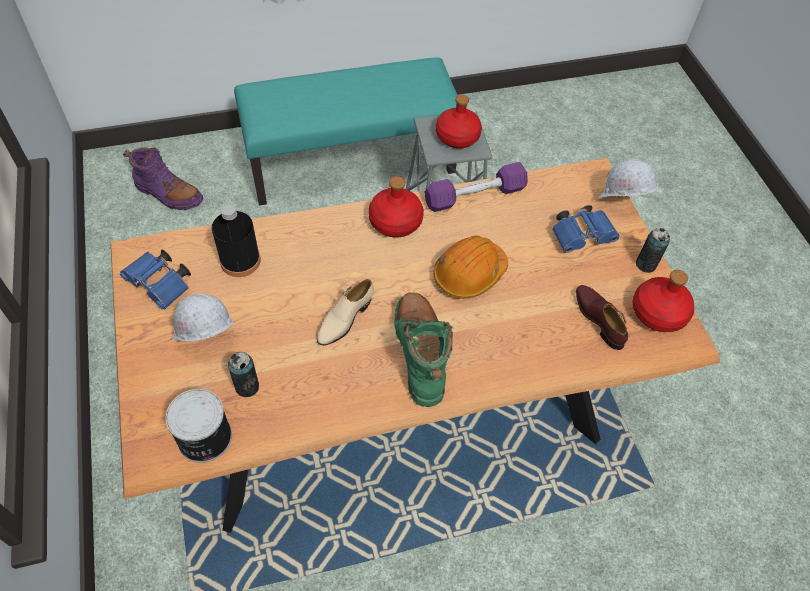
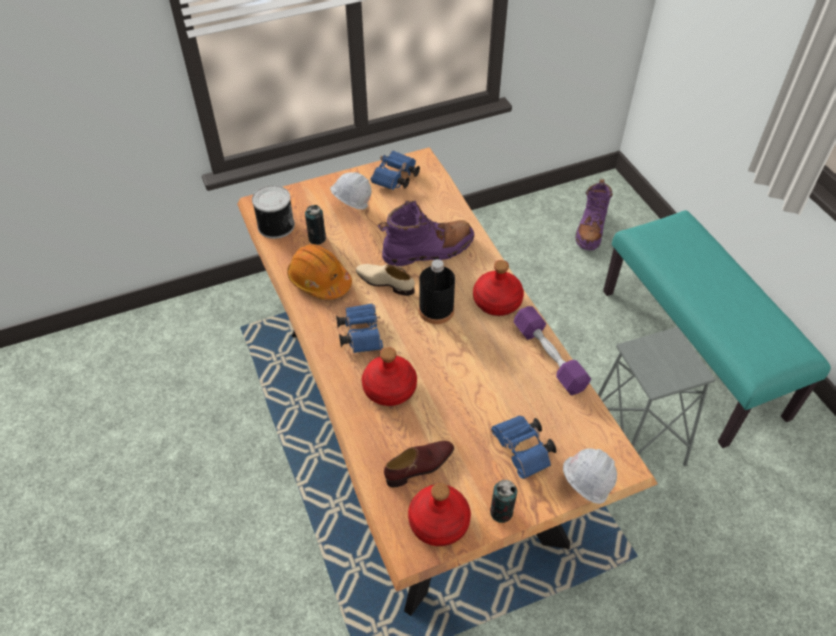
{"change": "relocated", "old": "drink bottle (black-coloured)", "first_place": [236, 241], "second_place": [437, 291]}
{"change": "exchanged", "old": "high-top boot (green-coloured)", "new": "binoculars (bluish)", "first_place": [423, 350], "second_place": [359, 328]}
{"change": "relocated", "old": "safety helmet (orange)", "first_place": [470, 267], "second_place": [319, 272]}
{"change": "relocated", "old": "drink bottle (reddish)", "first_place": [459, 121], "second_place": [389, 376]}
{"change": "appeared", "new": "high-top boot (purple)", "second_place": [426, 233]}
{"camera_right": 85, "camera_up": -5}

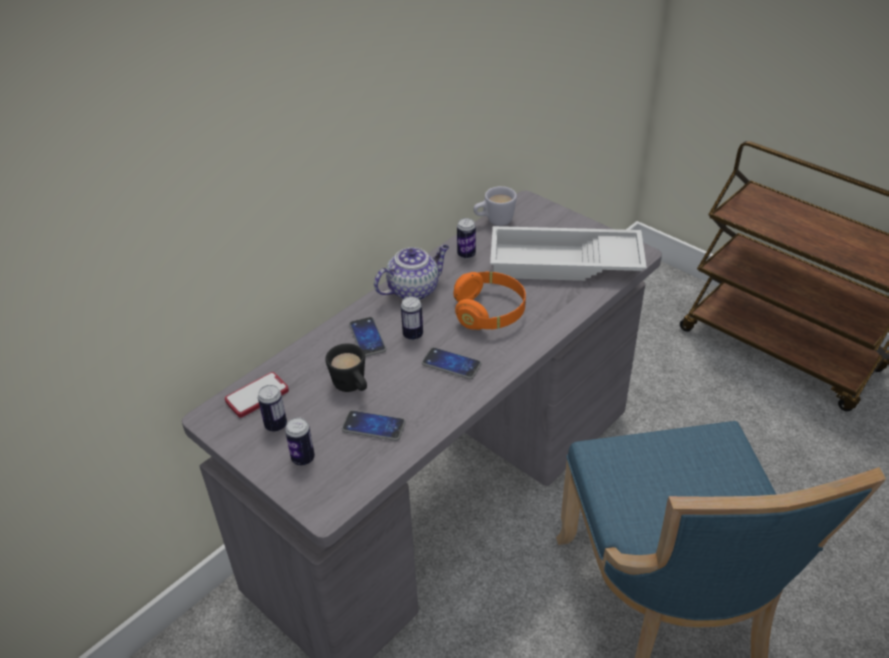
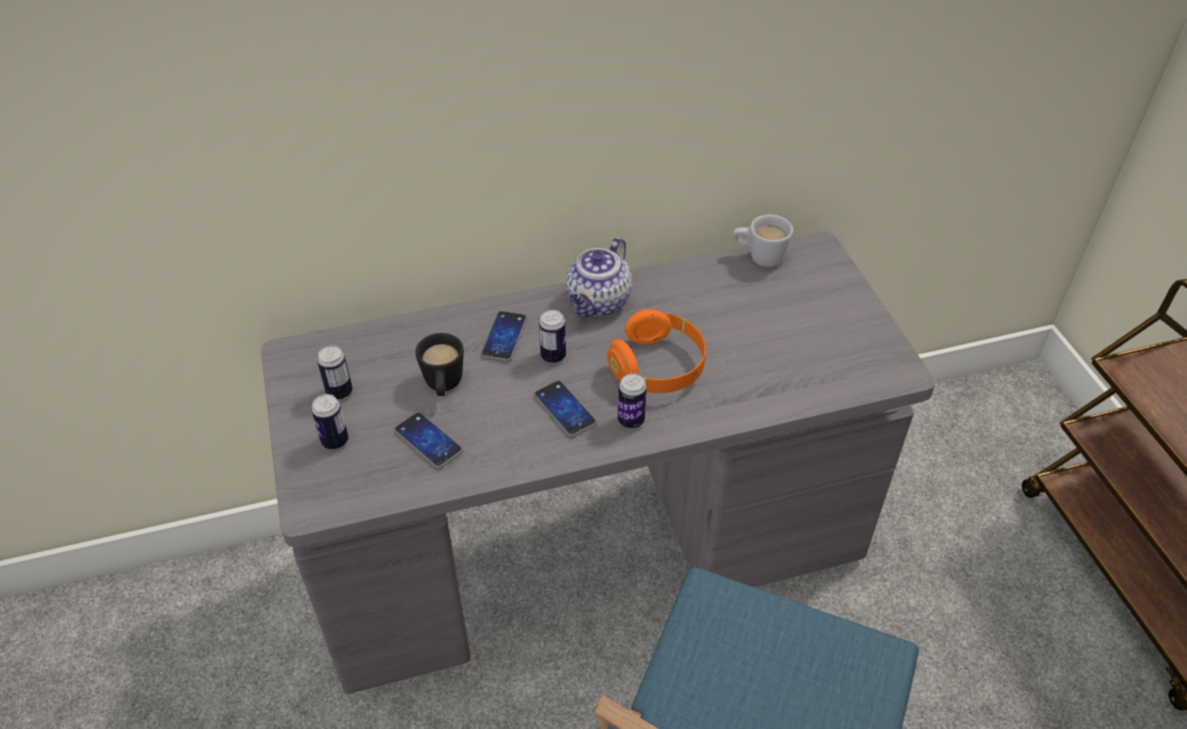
{"change": "missing", "old": "handset", "first_place": [257, 395]}
{"change": "spun", "old": "pot for tea", "first_place": [411, 272], "second_place": [599, 277], "degrees": 120}
{"change": "relocated", "old": "sealed can", "first_place": [466, 238], "second_place": [632, 400]}
{"change": "missing", "old": "carrying tray (whitish)", "first_place": [568, 253]}
{"camera_right": 30, "camera_up": 5}

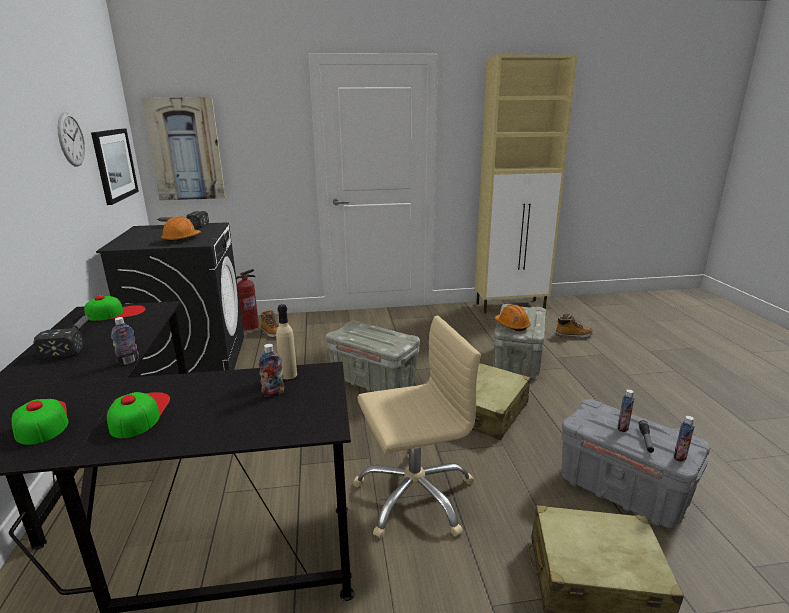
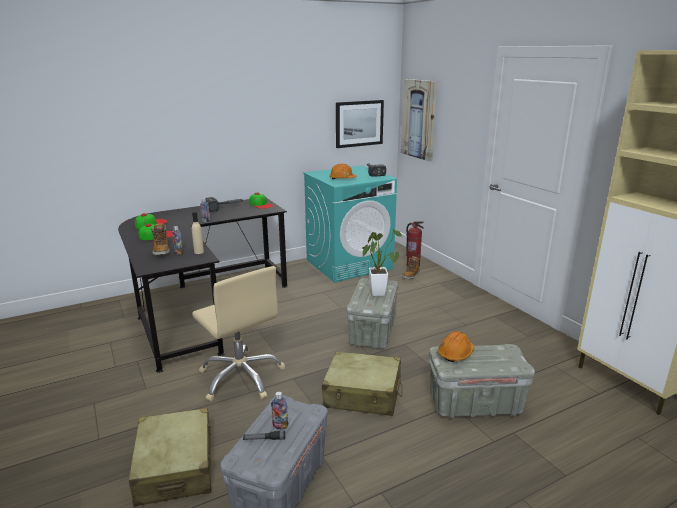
{"change": "missing", "old": "clock on the wall", "first_place": [71, 139]}
{"change": "colour", "old": "washing machine (black-coloured)", "new": "washing machine (blue-green)", "first_place": [170, 300], "second_place": [350, 223]}
{"change": "relocated", "old": "high-top boot", "first_place": [574, 325], "second_place": [160, 239]}
{"change": "missing", "old": "drink bottle", "first_place": [684, 439]}
{"change": "appeared", "new": "plant in a pot", "second_place": [382, 262]}
{"camera_right": 70, "camera_up": 0}

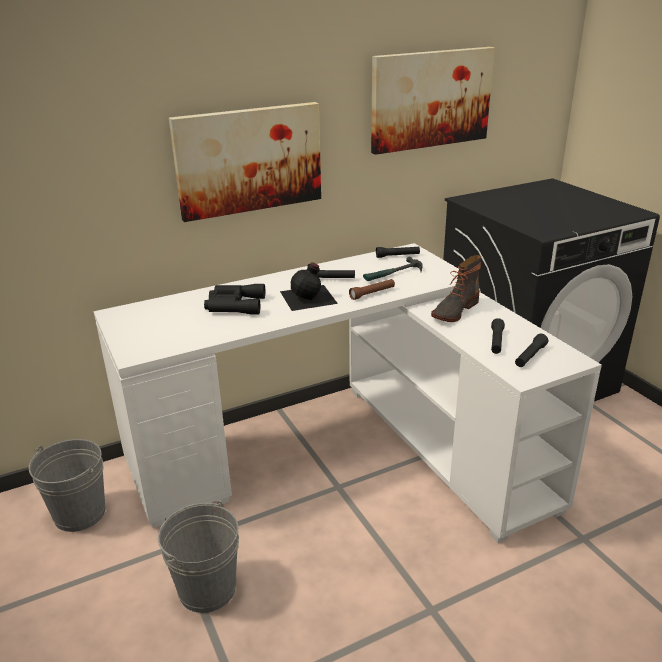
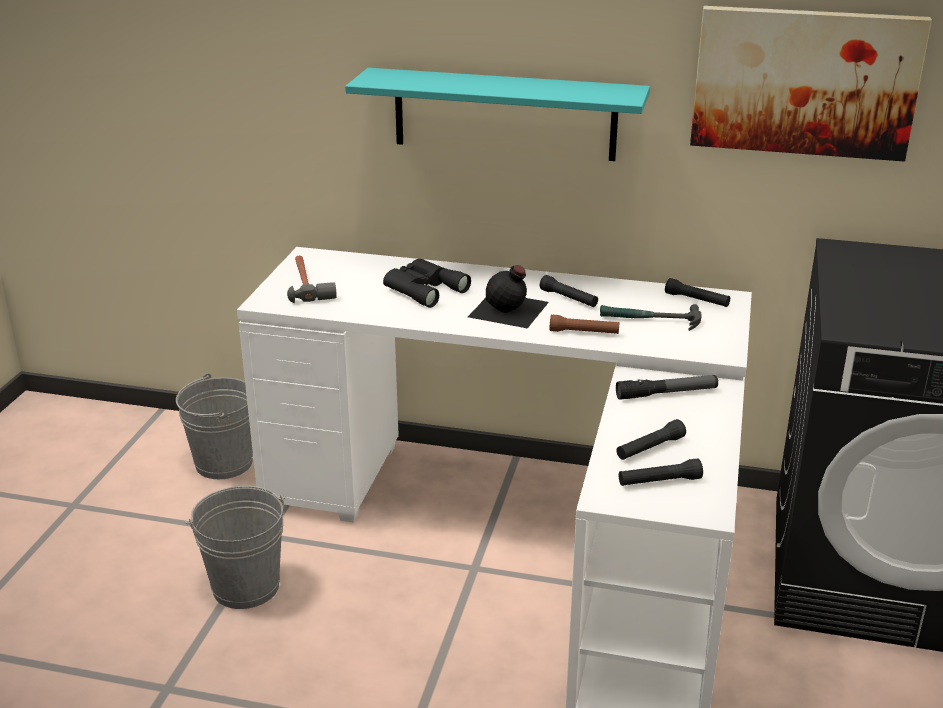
{"change": "exchanged", "old": "wall picture", "new": "wall shelf (blue-green)", "first_place": [245, 162], "second_place": [497, 114]}
{"change": "exchanged", "old": "high-top boot", "new": "torch", "first_place": [456, 288], "second_place": [667, 387]}
{"change": "appeared", "new": "tool hammer", "second_place": [312, 279]}
{"camera_right": 40, "camera_up": 0}

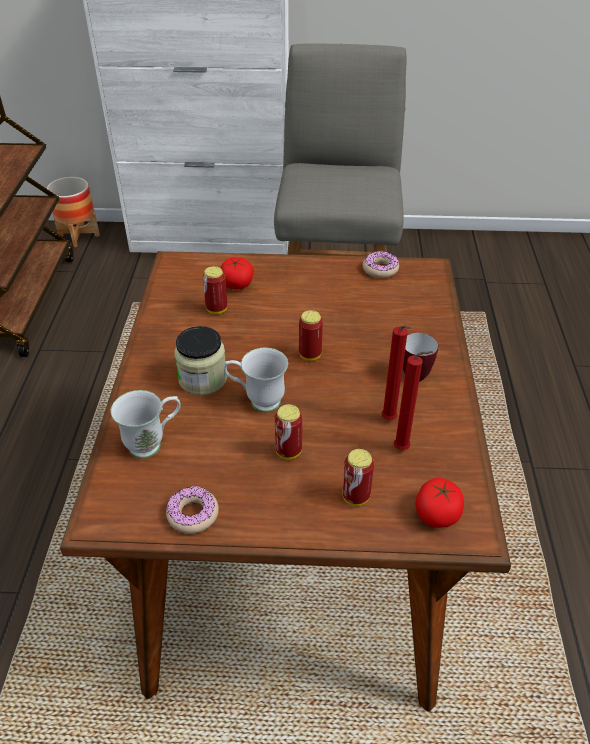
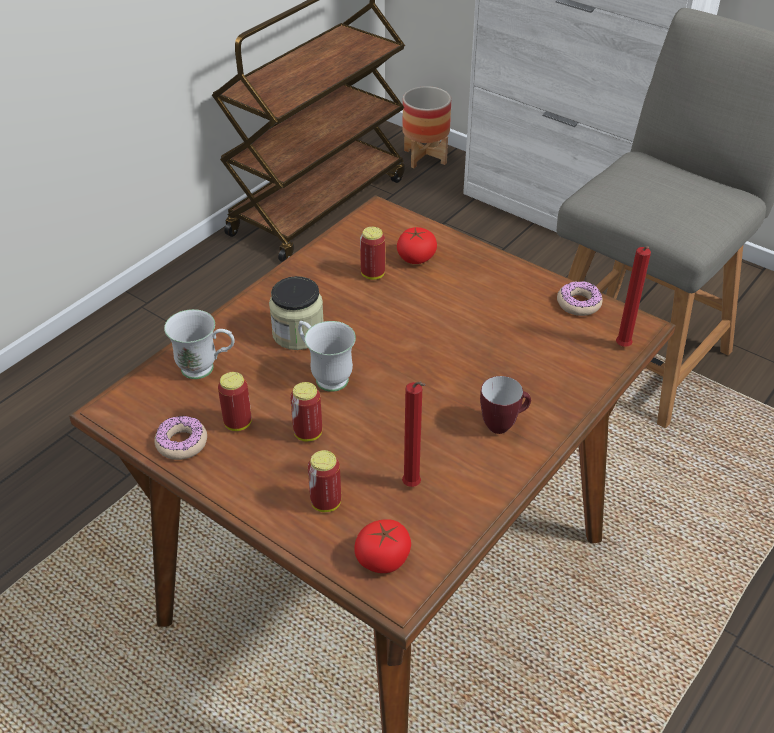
{"change": "relocated", "old": "sealed can", "first_place": [311, 335], "second_place": [235, 401]}
{"change": "relocated", "old": "candle (reddish)", "first_place": [396, 372], "second_place": [633, 296]}
{"camera_right": 35, "camera_up": 0}

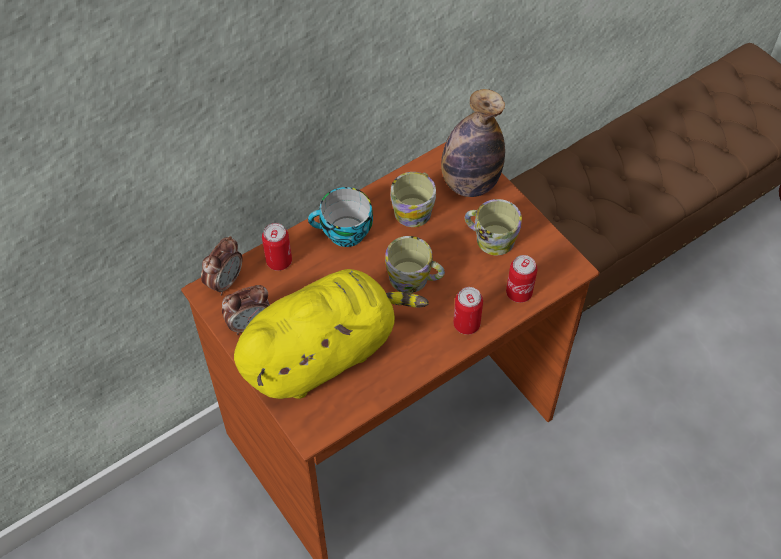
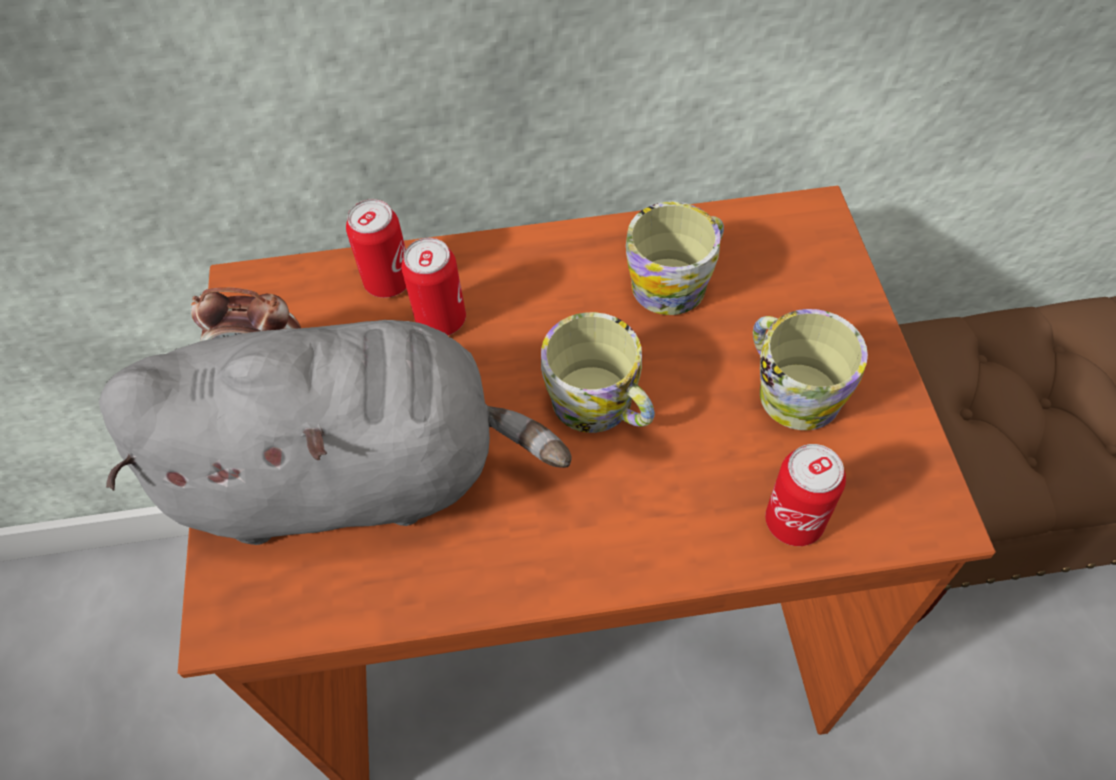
{"change": "missing", "old": "alarm clock", "first_place": [222, 266]}
{"change": "colour", "old": "cuddly toy (yellow)", "new": "cuddly toy (greyish)", "first_place": [331, 334], "second_place": [335, 432]}
{"change": "missing", "old": "small cup", "first_place": [340, 217]}
{"change": "missing", "old": "drink bottle", "first_place": [473, 143]}
{"change": "relocated", "old": "sealed can", "first_place": [468, 311], "second_place": [434, 286]}
{"camera_right": 30, "camera_up": 0}

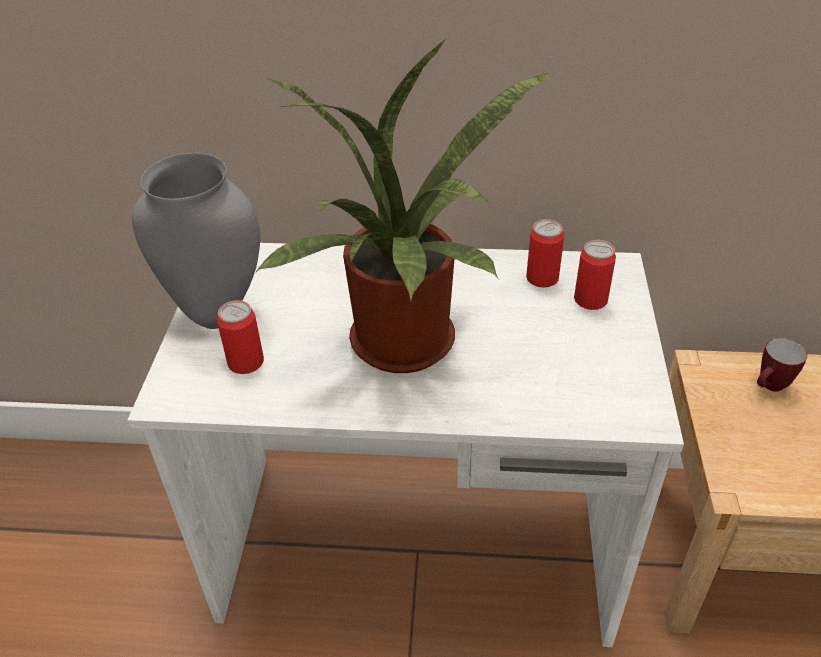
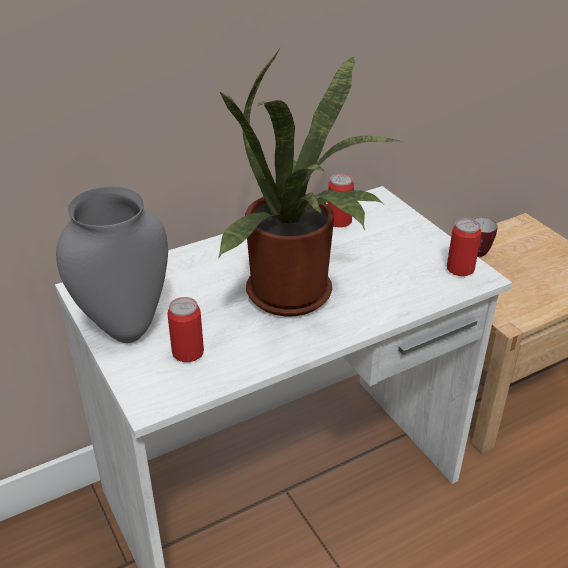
{"change": "relocated", "old": "sealed can", "first_place": [595, 275], "second_place": [464, 247]}
{"camera_right": -35, "camera_up": -5}

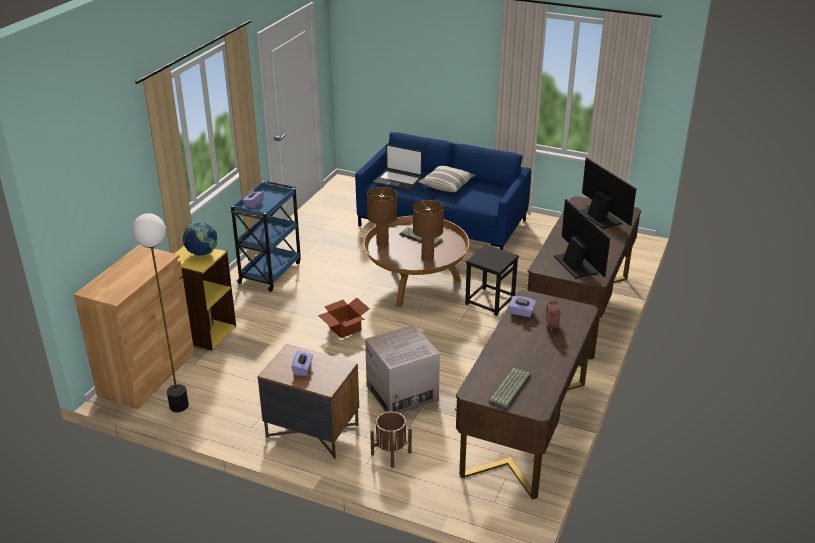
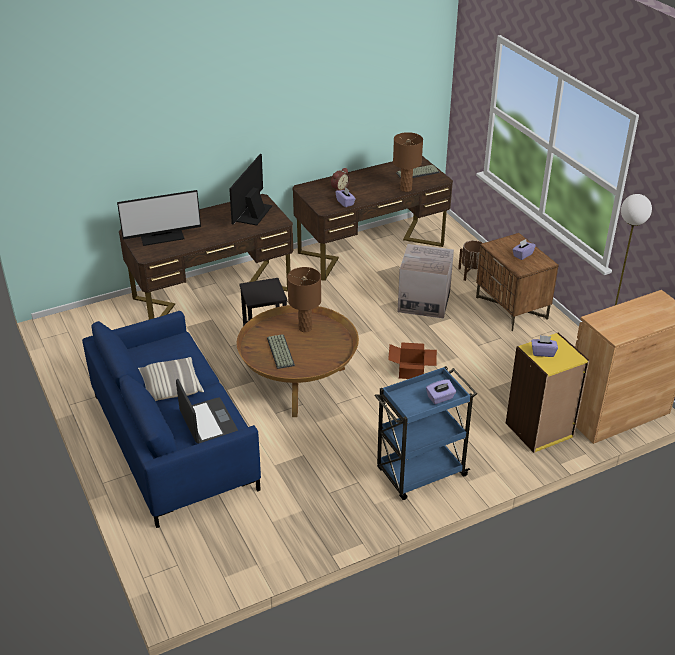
{"change": "exchanged", "old": "desk globe", "new": "tissue holder (purple)", "first_place": [200, 238], "second_place": [544, 346]}
{"change": "relocated", "old": "tabletop lamp (brown)", "first_place": [382, 217], "second_place": [408, 162]}
{"change": "spun", "old": "computer screen", "first_place": [608, 193], "second_place": [159, 218], "degrees": -120}
{"camera_right": -140, "camera_up": 5}

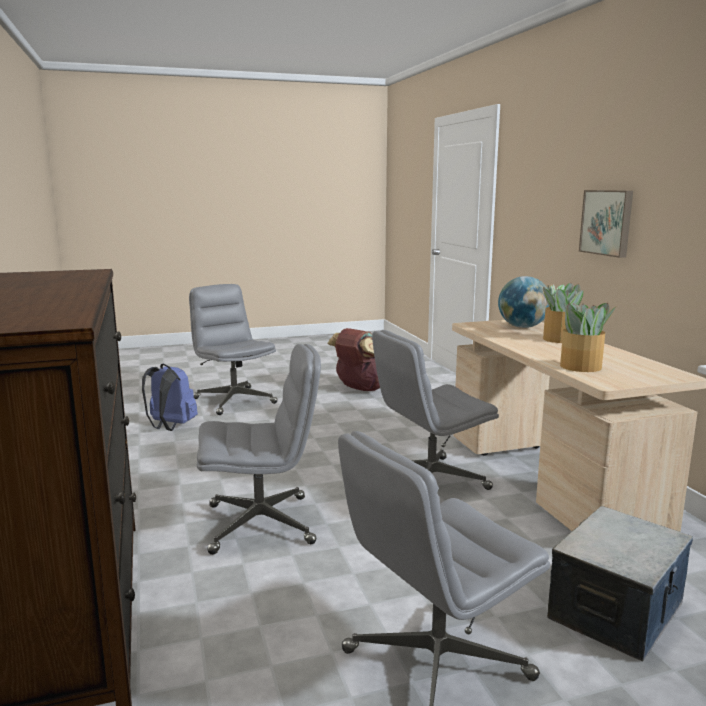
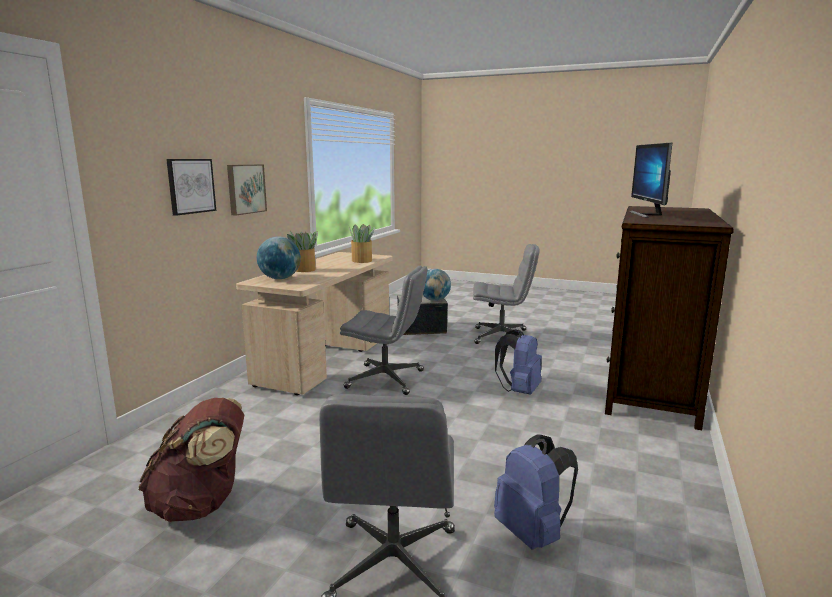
{"change": "exchanged", "old": "computer chair (greyish)", "new": "backpack (bluish)", "first_place": [259, 449], "second_place": [518, 362]}
{"change": "appeared", "new": "wall picture", "second_place": [191, 187]}
{"change": "appeared", "new": "desk globe", "second_place": [437, 285]}
{"change": "appeared", "new": "computer screen", "second_place": [651, 180]}
{"camera_right": -140, "camera_up": 0}

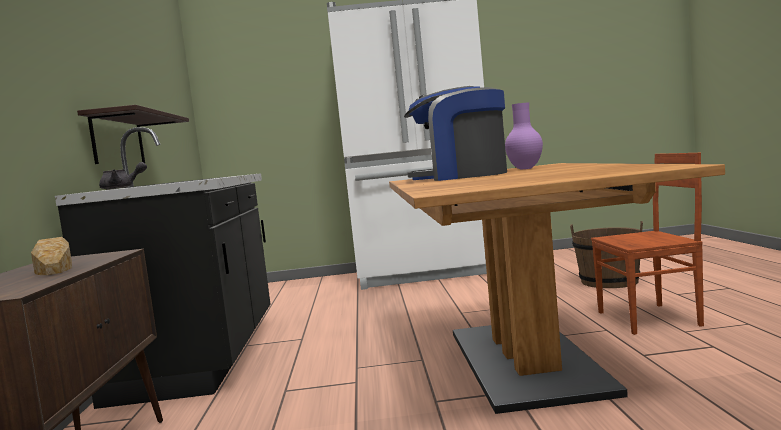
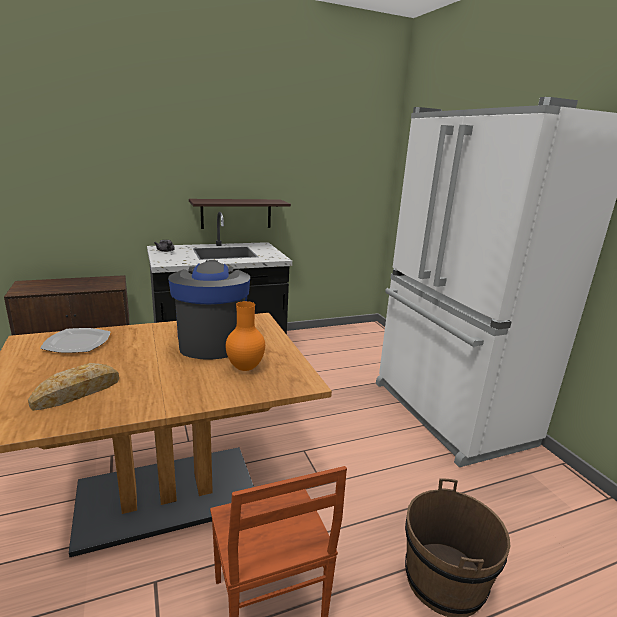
{"change": "relocated", "old": "bakery bread", "first_place": [51, 256], "second_place": [73, 387]}
{"change": "colour", "old": "decorative vase (purple)", "new": "decorative vase (orange)", "first_place": [524, 136], "second_place": [245, 336]}
{"change": "appeared", "new": "dinner plate", "second_place": [75, 340]}
{"camera_right": 70, "camera_up": 15}

